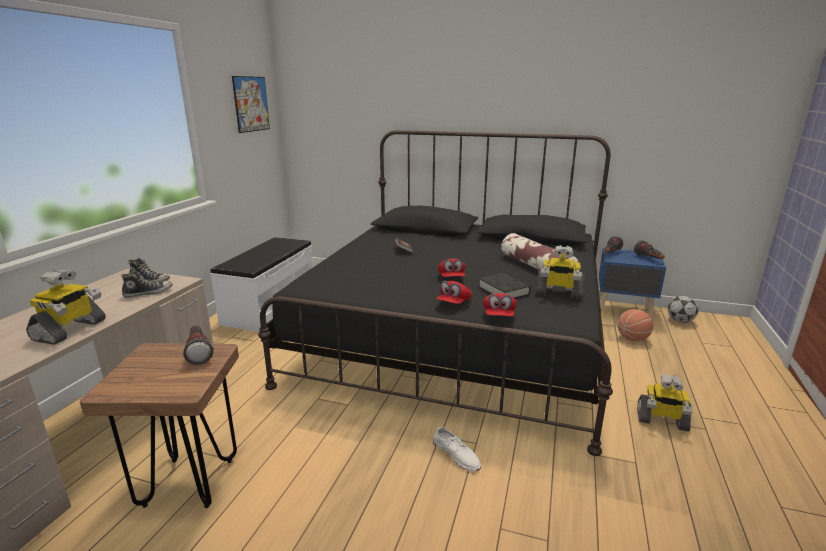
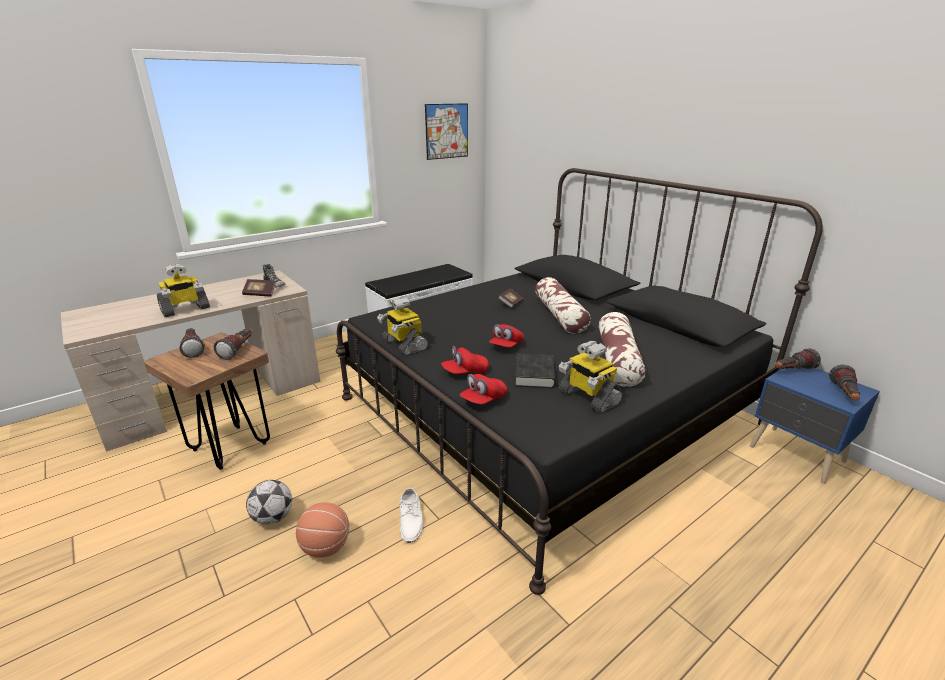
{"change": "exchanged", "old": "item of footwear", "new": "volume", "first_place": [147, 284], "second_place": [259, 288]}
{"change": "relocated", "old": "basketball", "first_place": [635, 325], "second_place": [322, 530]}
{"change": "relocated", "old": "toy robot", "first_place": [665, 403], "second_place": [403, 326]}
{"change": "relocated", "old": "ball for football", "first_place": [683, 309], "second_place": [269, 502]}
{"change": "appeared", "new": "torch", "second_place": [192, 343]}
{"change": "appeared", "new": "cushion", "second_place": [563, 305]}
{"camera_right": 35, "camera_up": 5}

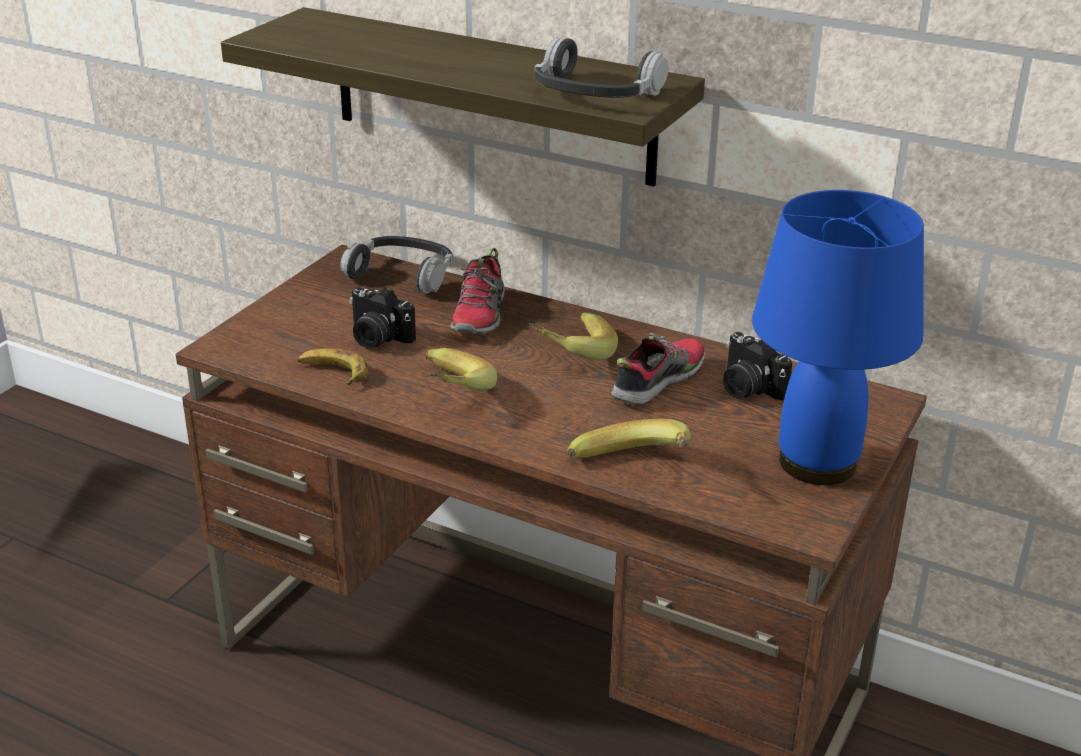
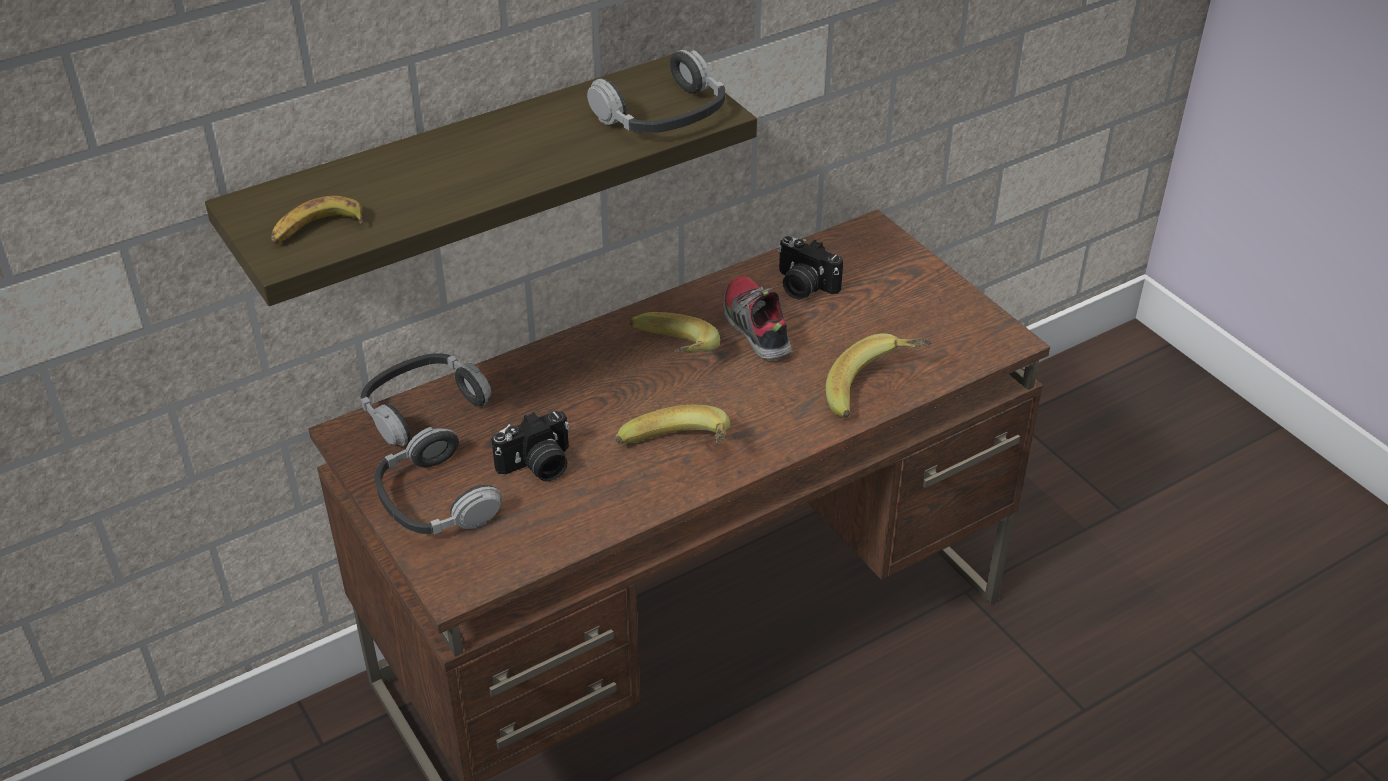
{"change": "relocated", "old": "banana fruit", "first_place": [333, 366], "second_place": [317, 220]}
{"change": "missing", "old": "item of footwear", "first_place": [477, 291]}
{"change": "spun", "old": "photo camera", "first_place": [757, 366], "second_place": [810, 267], "degrees": 45}
{"change": "missing", "old": "tabletop lamp (bluish)", "first_place": [838, 337]}
{"change": "appeared", "new": "headset", "second_place": [438, 481]}
{"camera_right": -60, "camera_up": 10}

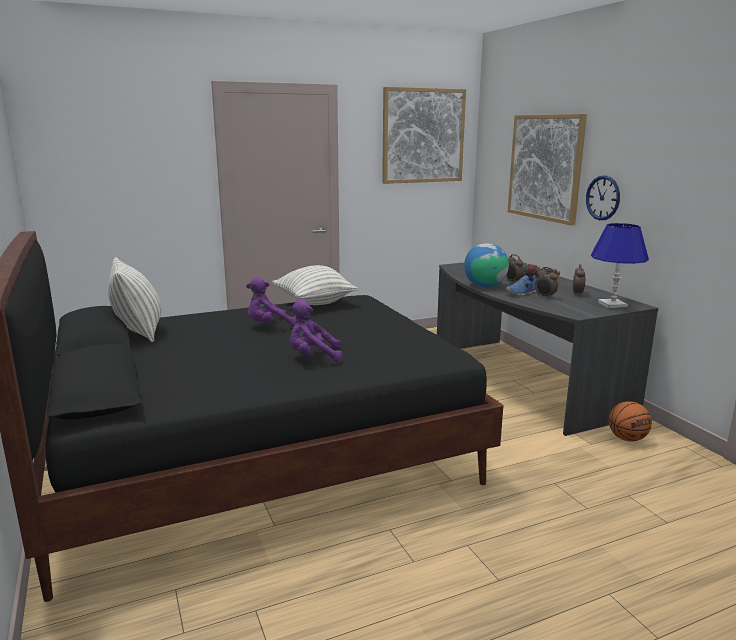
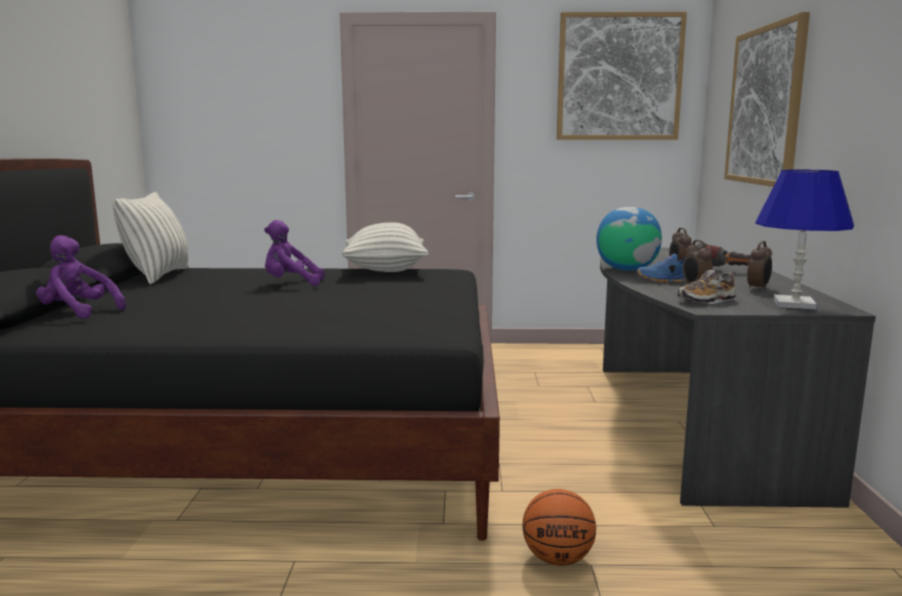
{"change": "relocated", "old": "cuddly toy (purple)", "first_place": [316, 331], "second_place": [81, 277]}
{"change": "missing", "old": "clock on the wall", "first_place": [603, 197]}
{"change": "relocated", "old": "basketball", "first_place": [630, 421], "second_place": [559, 527]}
{"change": "appeared", "new": "item of footwear", "second_place": [707, 287]}
{"camera_right": 25, "camera_up": -5}

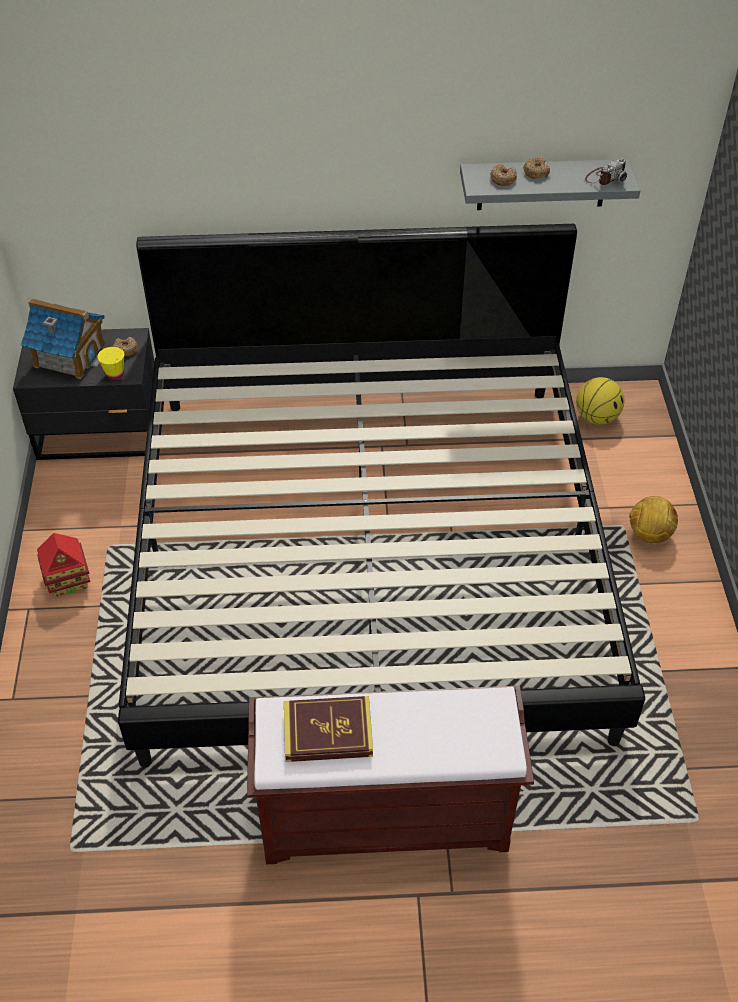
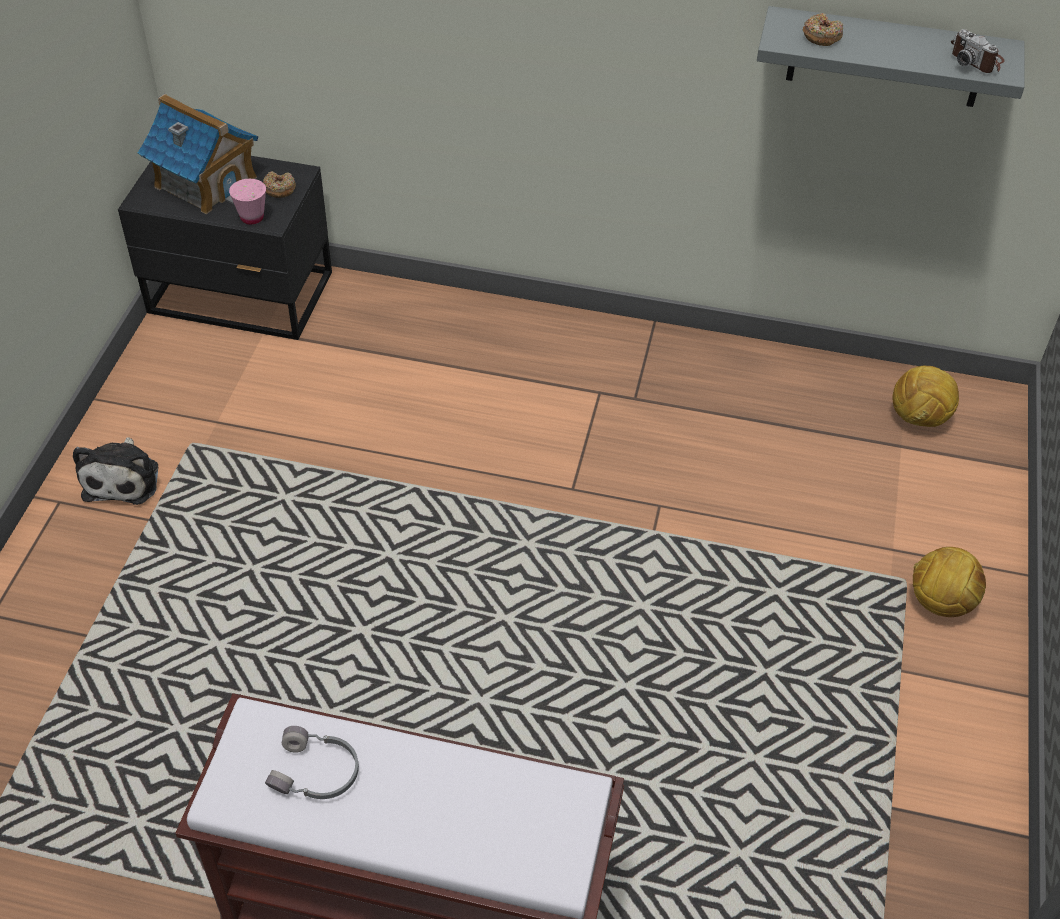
{"change": "exchanged", "old": "miniature house", "new": "cuddly toy", "first_place": [63, 565], "second_place": [115, 471]}
{"change": "colour", "old": "small cup (yellow)", "new": "small cup (pinkish)", "first_place": [110, 363], "second_place": [247, 202]}
{"change": "missing", "old": "bedroom bed", "first_place": [381, 496]}
{"change": "exchanged", "old": "volume", "new": "headset (greyish)", "first_place": [328, 729], "second_place": [312, 762]}
{"change": "missing", "old": "doughnut", "first_place": [536, 168]}
{"change": "exchanged", "old": "basketball", "new": "ball for football", "first_place": [600, 401], "second_place": [925, 396]}
{"change": "spun", "old": "photo camera", "first_place": [606, 171], "second_place": [977, 51], "degrees": 75}
{"camera_right": 15, "camera_up": 0}

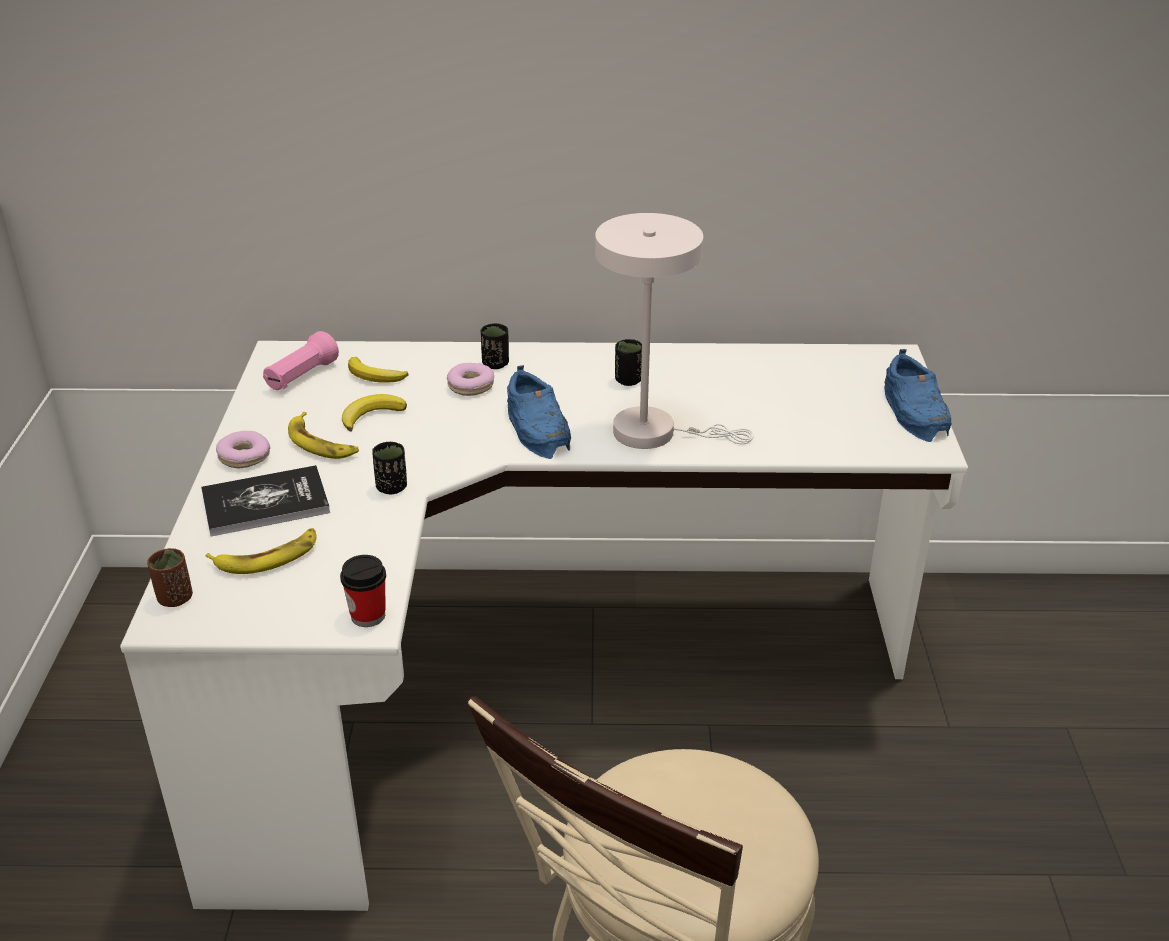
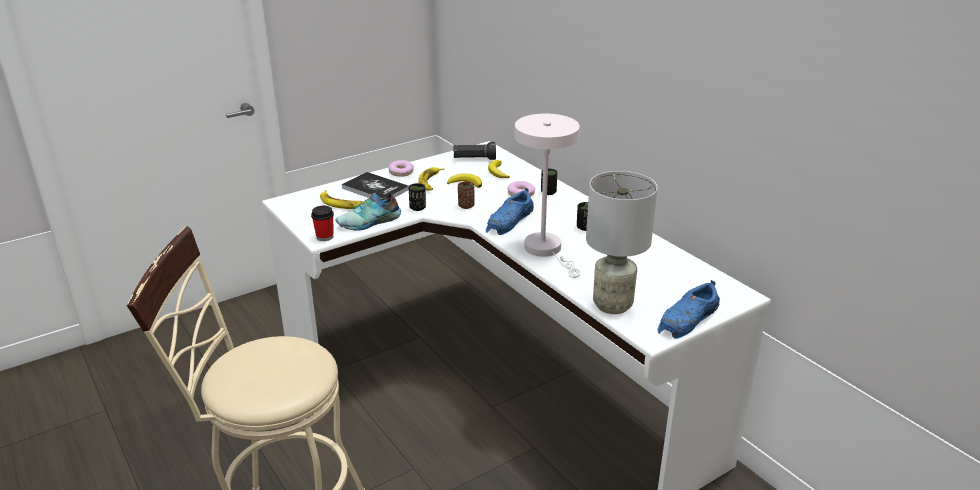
{"change": "relocated", "old": "small cup (brown)", "first_place": [170, 577], "second_place": [466, 195]}
{"change": "colour", "old": "torch (pinkish)", "new": "torch (black-coloured)", "first_place": [301, 360], "second_place": [474, 151]}
{"change": "appeared", "new": "item of footwear", "second_place": [368, 212]}
{"change": "appeared", "new": "tabletop lamp (greyish)", "second_place": [622, 242]}
{"camera_right": 55, "camera_up": -5}

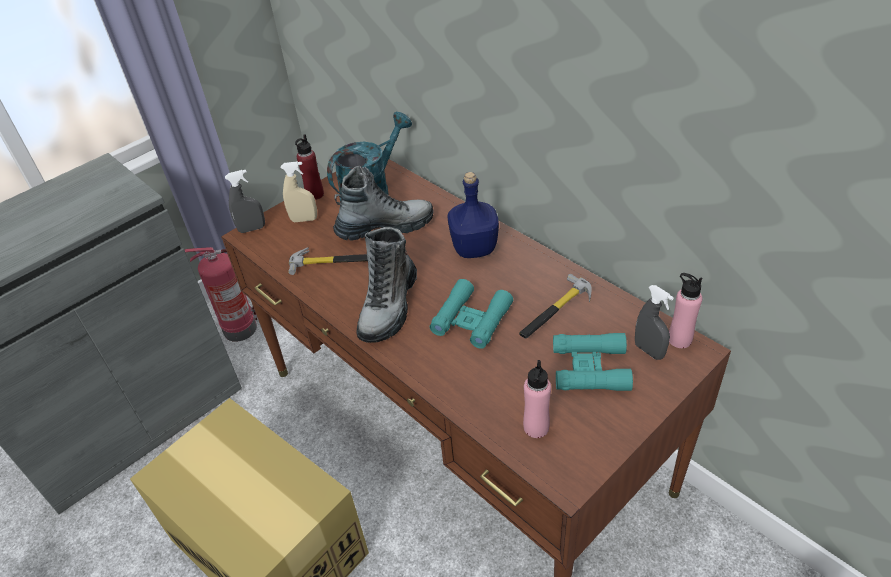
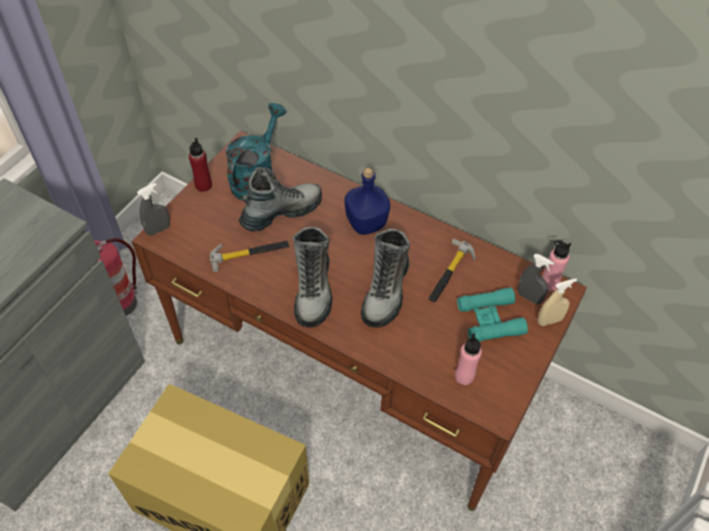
{"change": "relocated", "old": "sprayer (beige)", "first_place": [299, 191], "second_place": [557, 302]}
{"change": "exchanged", "old": "binoculars (blue-green)", "new": "high-top boot", "first_place": [471, 314], "second_place": [385, 278]}
{"camera_right": -20, "camera_up": 10}

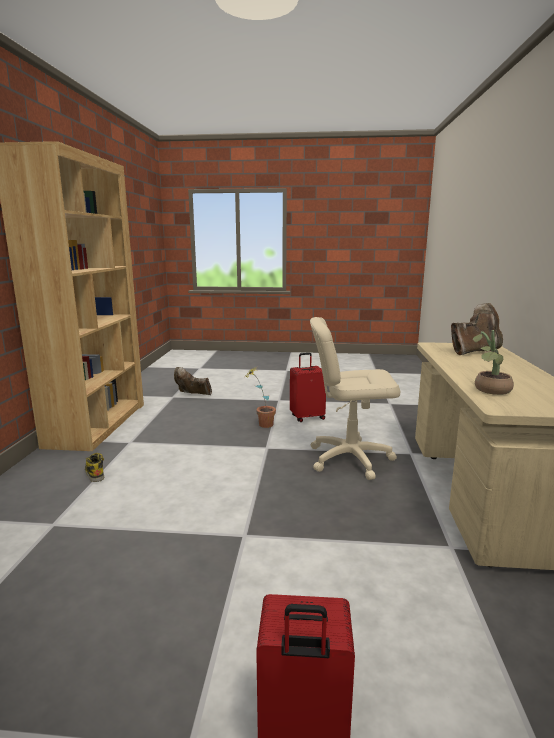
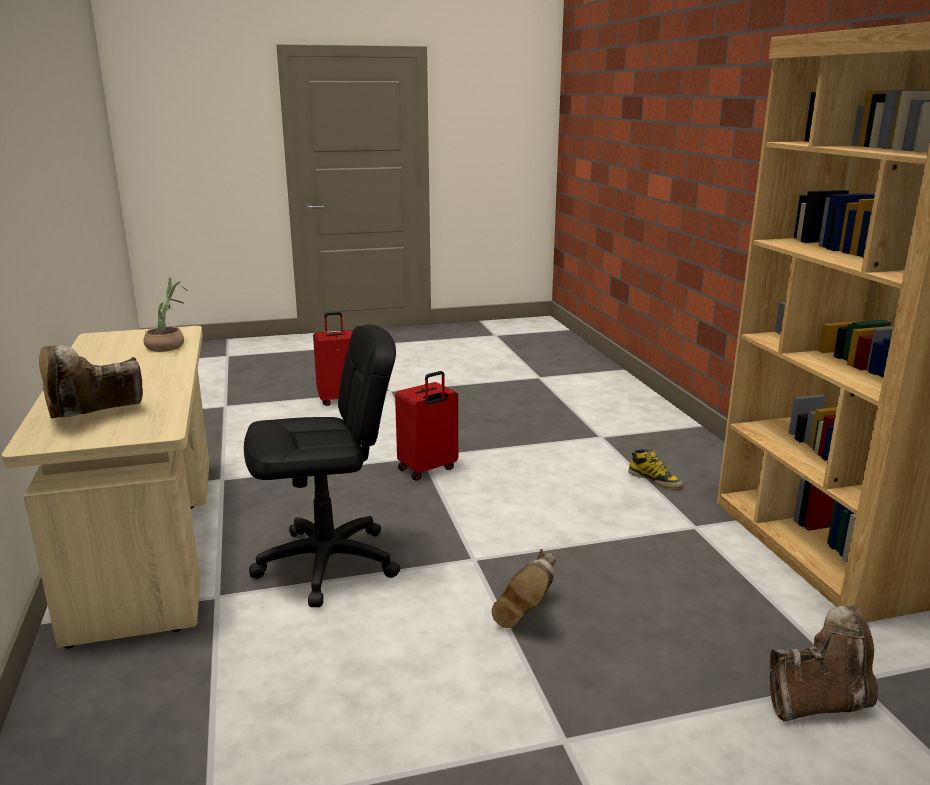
{"change": "exchanged", "old": "plant in a pot", "new": "high-top boot (brown)", "first_place": [260, 398], "second_place": [524, 588]}
{"change": "relocated", "old": "suitcase (reddish)", "first_place": [308, 387], "second_place": [426, 425]}
{"change": "colour", "old": "computer chair (beige)", "new": "computer chair (black-coloured)", "first_place": [355, 398], "second_place": [322, 465]}
{"camera_right": 160, "camera_up": 5}

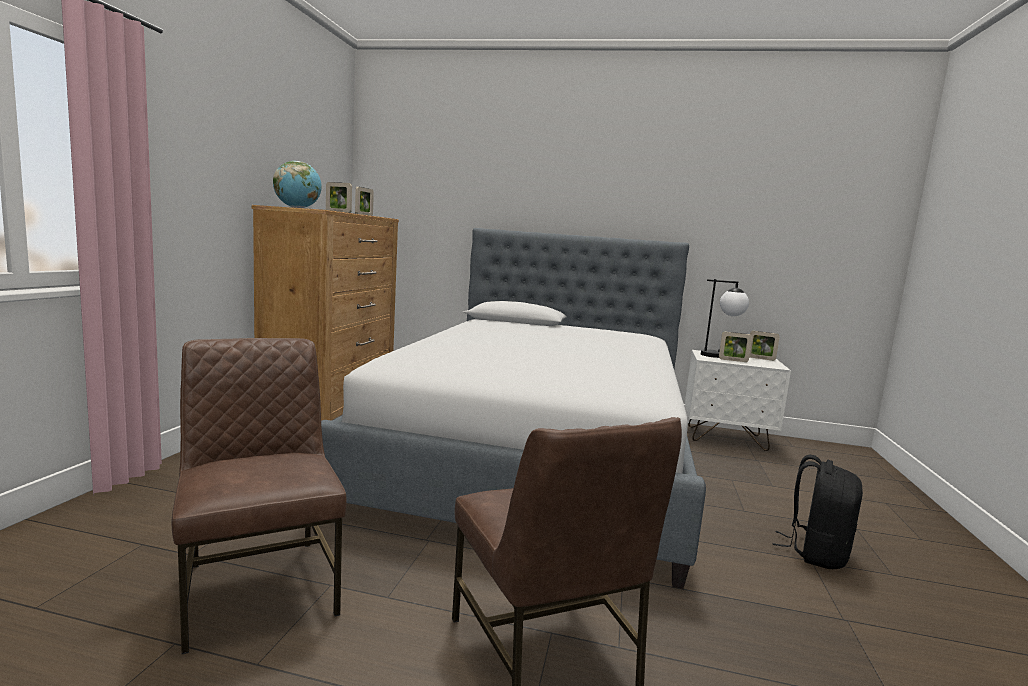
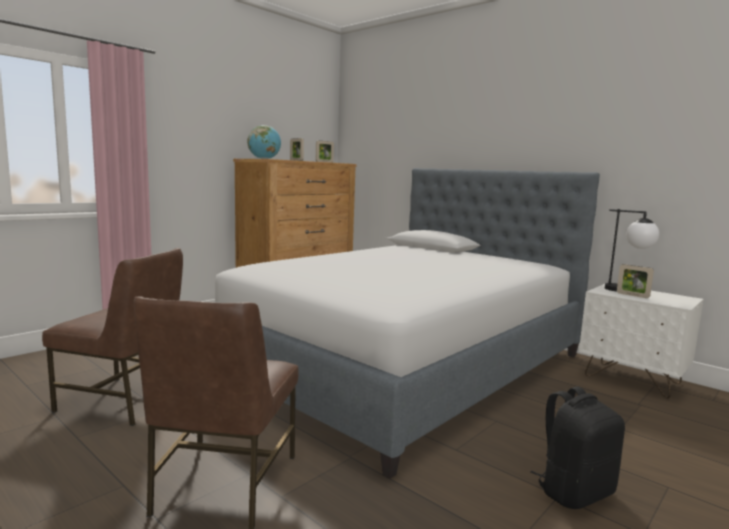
{"change": "spun", "old": "upright chair (brown)", "first_place": [259, 496], "second_place": [112, 337], "degrees": 105}
{"change": "missing", "old": "standing frame", "first_place": [764, 346]}
{"camera_right": 30, "camera_up": 0}

